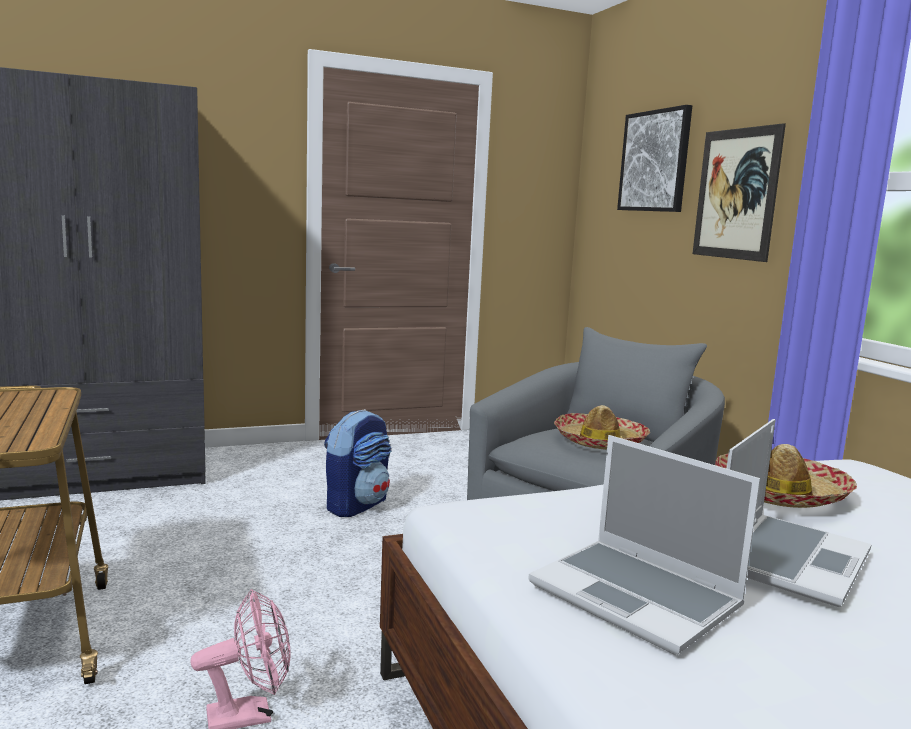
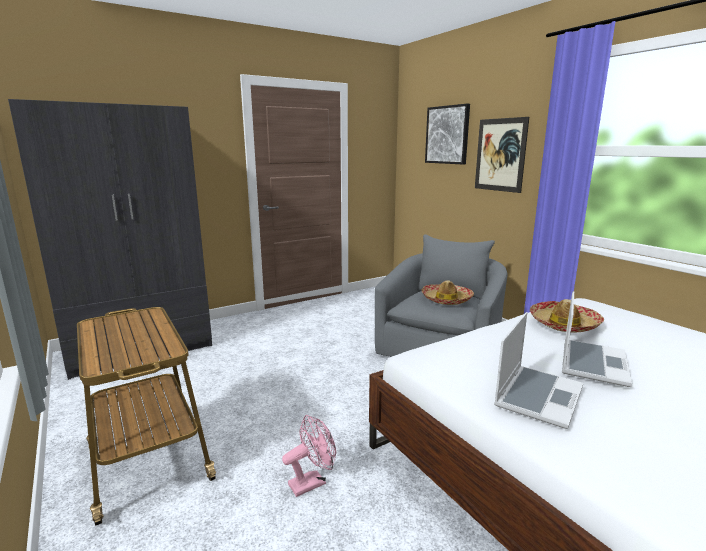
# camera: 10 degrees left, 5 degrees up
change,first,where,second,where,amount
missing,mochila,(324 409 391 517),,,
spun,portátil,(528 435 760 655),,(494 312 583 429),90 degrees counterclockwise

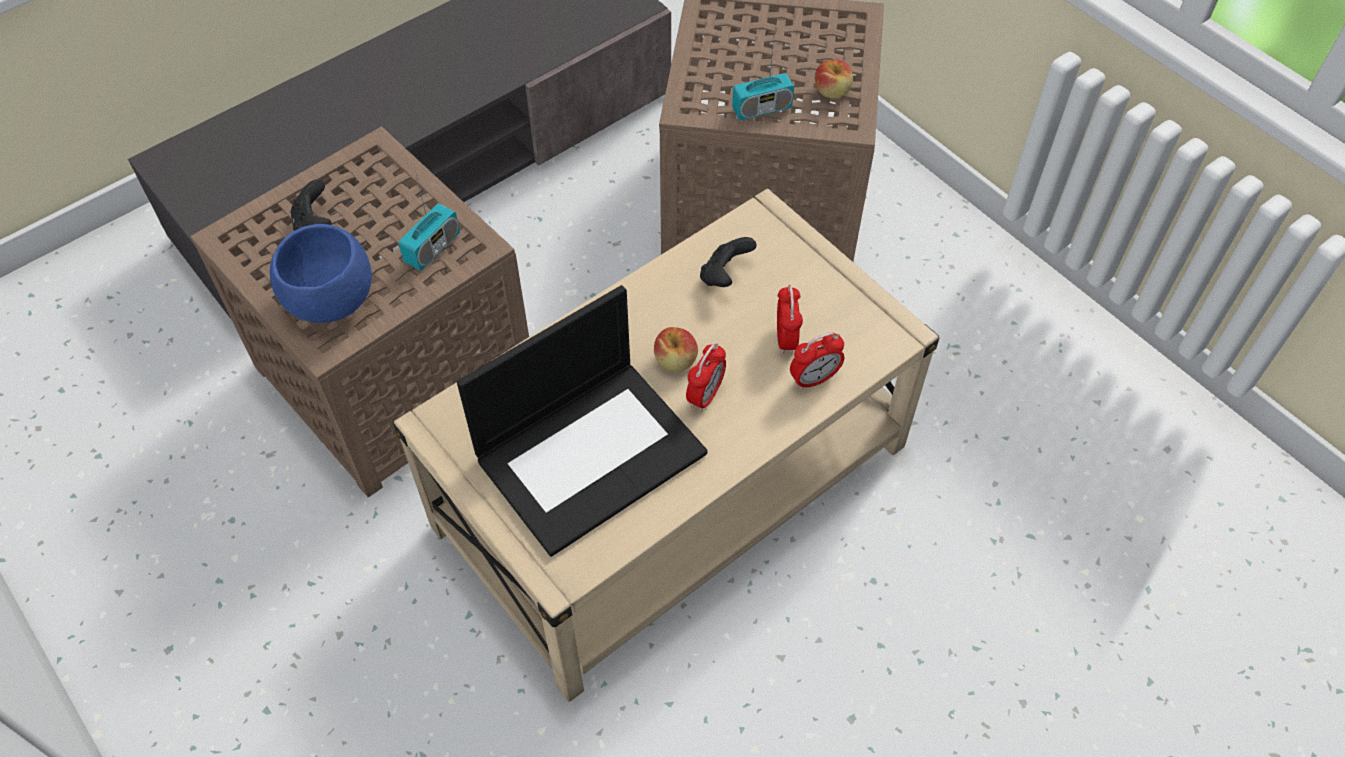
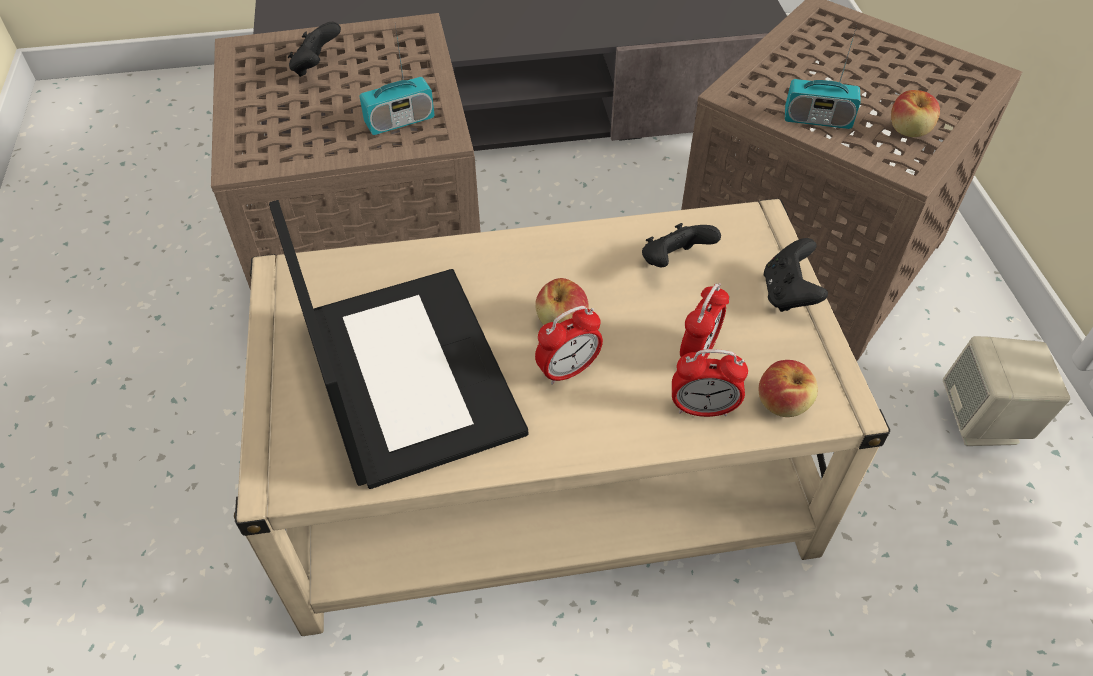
# camera: 30 degrees right, 5 degrees down
change,first,where,second,where,amount
missing,cuenco [azul],(270 224 372 323),,,
spun,portátil,(457 285 707 557),,(269 200 528 489),105 degrees counterclockwise
appeared,,,mando de consola [negro],(764 238 828 312),
appeared,,,altavoz [beis],(943 336 1070 446),
appeared,,,manzana,(759 360 818 417),

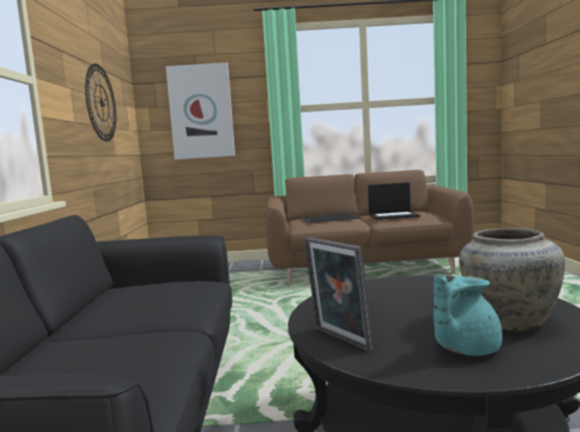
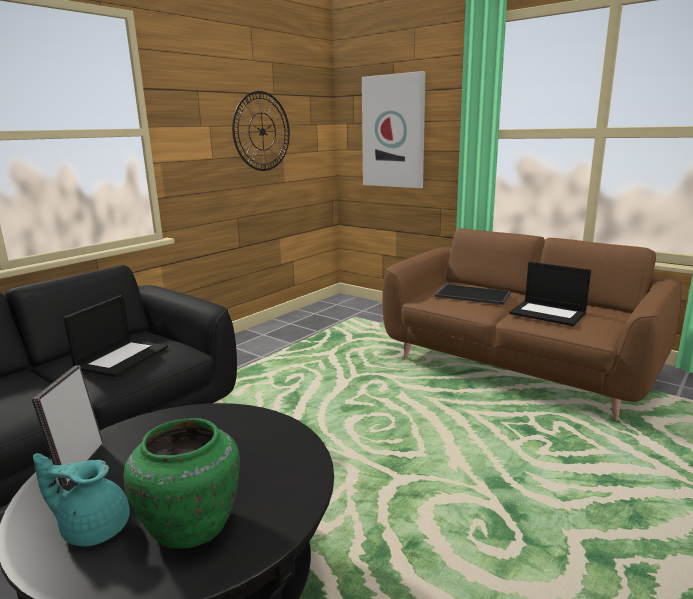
# camera: 40 degrees right, 10 degrees up
change,first,where,second,where,amount
colour,florero [beis],(459 228 565 331),florero [verde],(124 418 240 549),
appeared,,,portátil,(63 295 168 377),

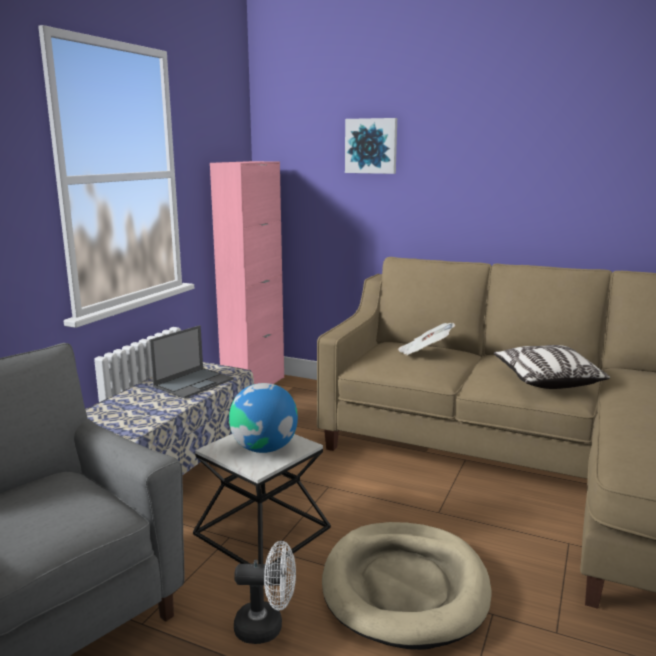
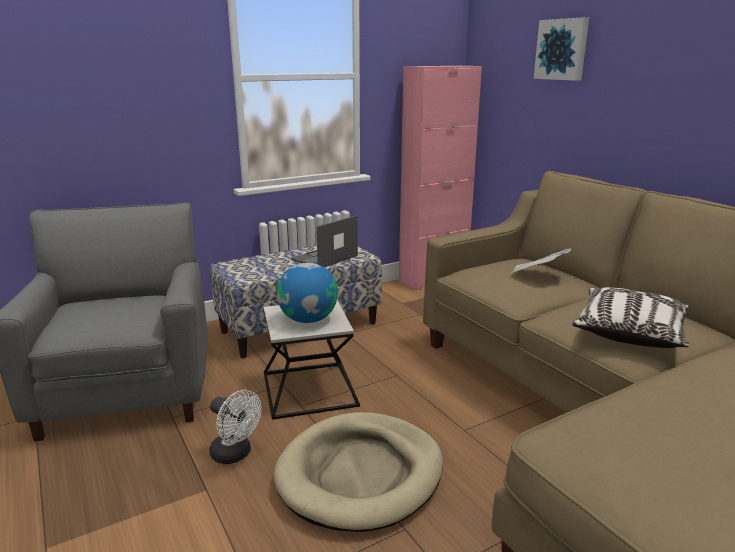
# camera: 35 degrees right, 5 degrees up
change,first,where,second,where,amount
spun,portátil,(149 325 234 398),,(291 215 358 267),150 degrees clockwise

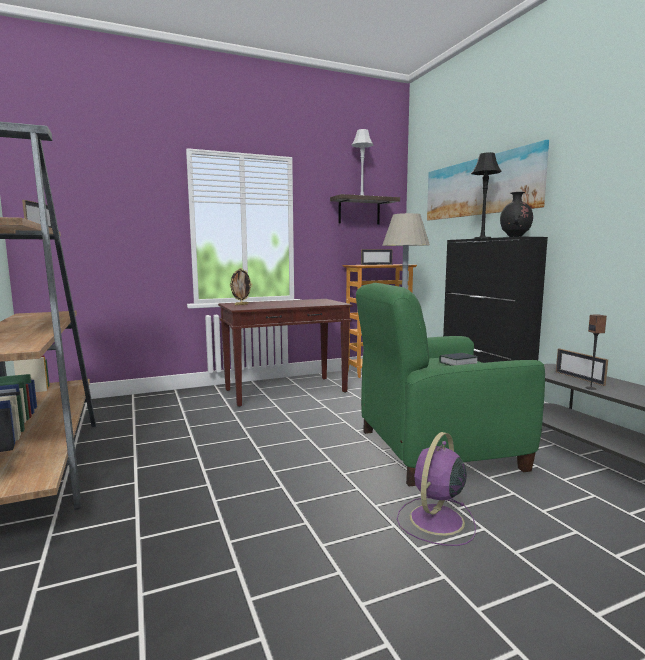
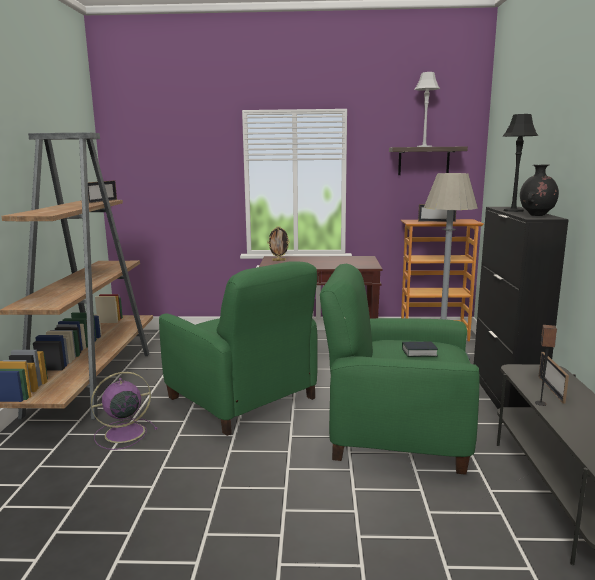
# camera: 25 degrees right, 5 degrees up
change,first,where,second,where,amount
missing,cuadro,(427 140 549 220),,,
relocated,ventilador [morado],(397 432 476 546),,(91 372 158 450),
appeared,,,sillón [verde],(159 261 318 436),

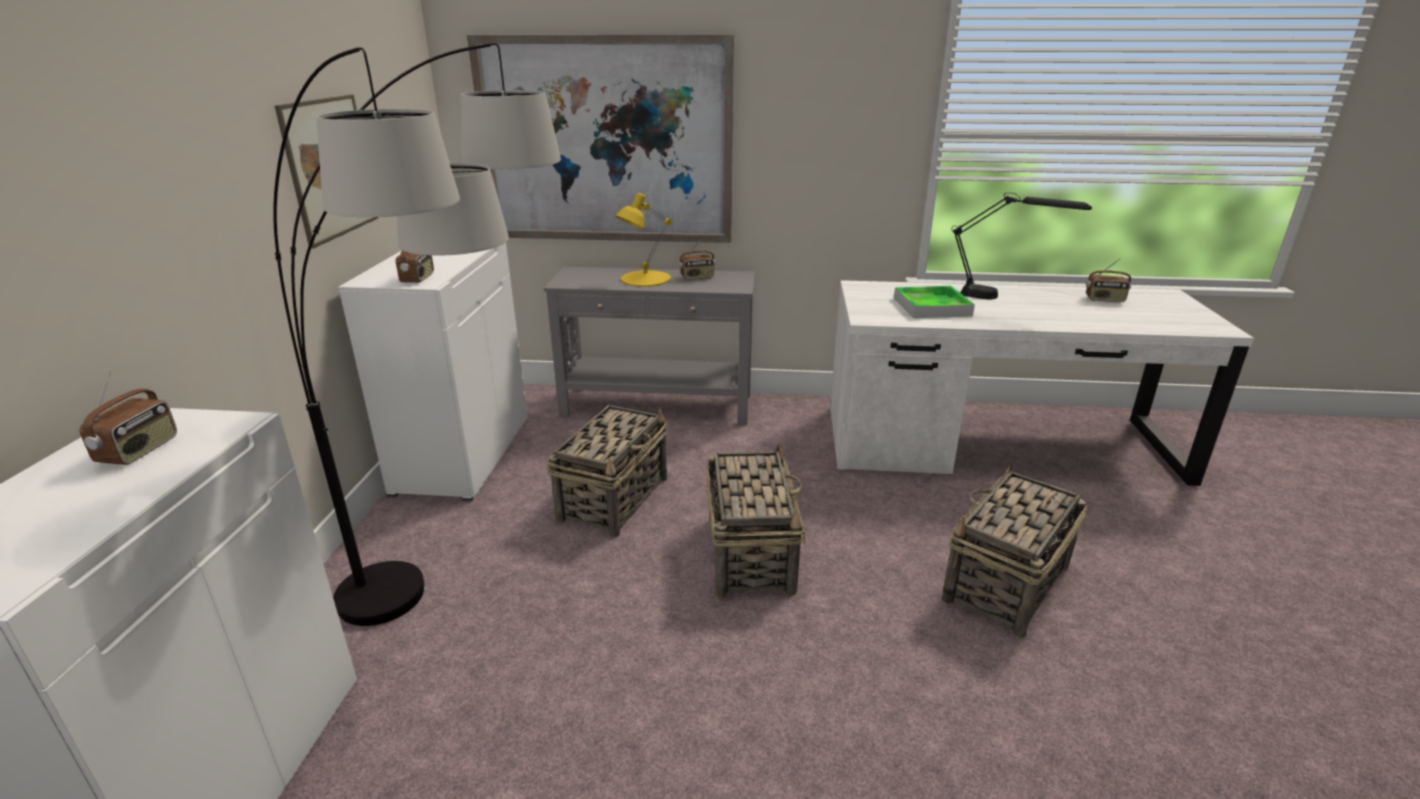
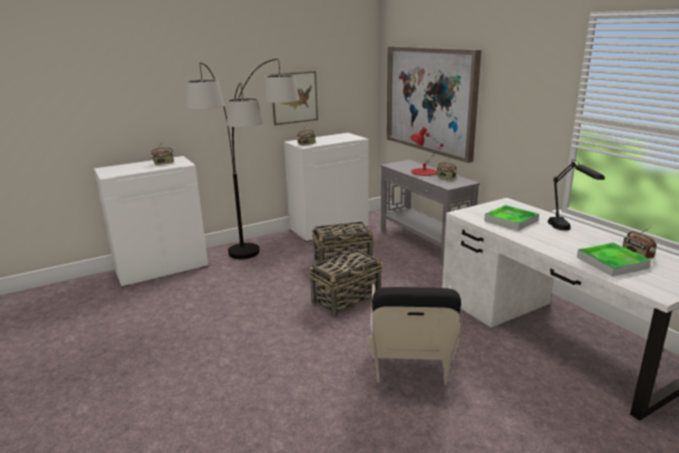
# camera: 55 degrees right, 5 degrees down
change,first,where,second,where,amount
colour,lámpara de mesa [amarillo],(615 193 672 287),lámpara de mesa [rojo],(410 127 443 176),
exchanged,cesta,(942 463 1087 638),sillón [negro],(369 284 461 385),
appeared,,,bandeja,(577 243 651 277),

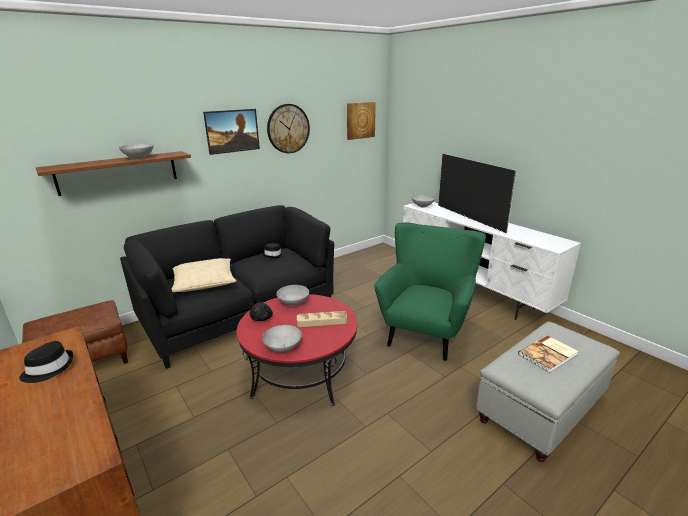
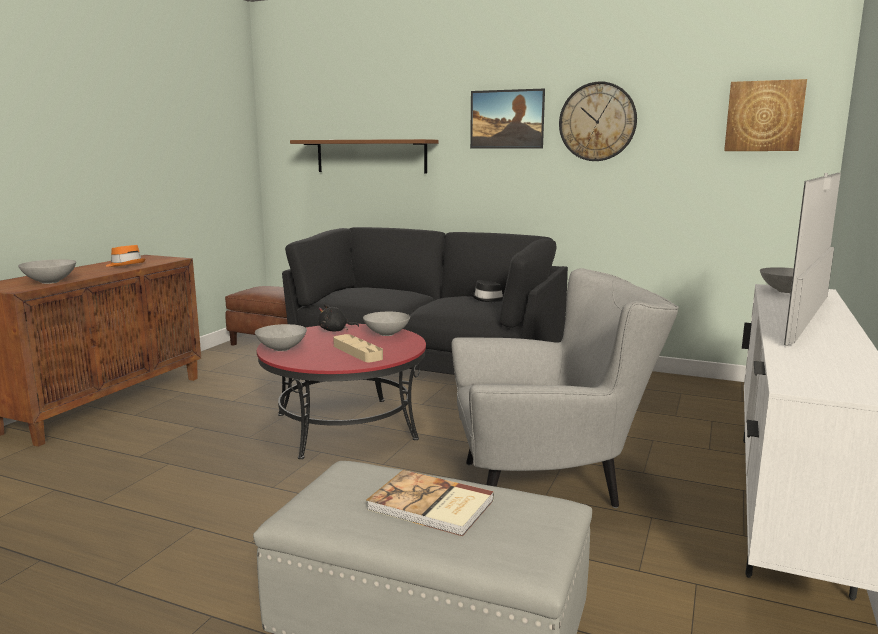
# camera: 60 degrees right, 10 degrees down
change,first,where,second,where,amount
relocated,cuenco [gris],(119 144 154 159),,(18 259 76 284),
colour,sillón [verde],(374 222 486 361),sillón [gris],(451 268 679 508),
missing,cojín [beis],(171 258 237 292),,,
colour,sombrero [negro],(19 341 73 383),sombrero [naranja],(106 245 146 267),

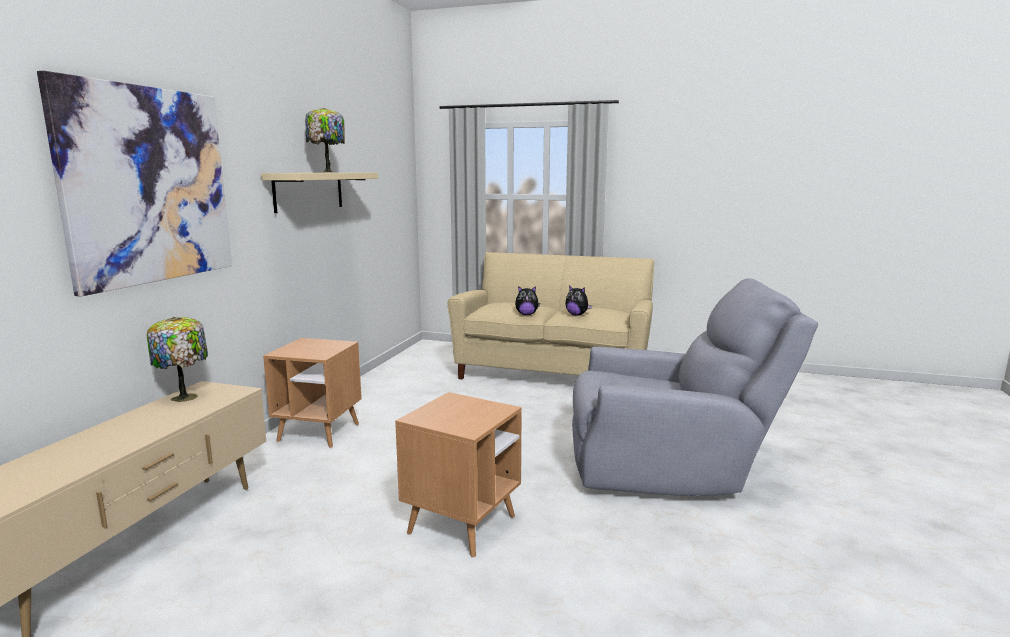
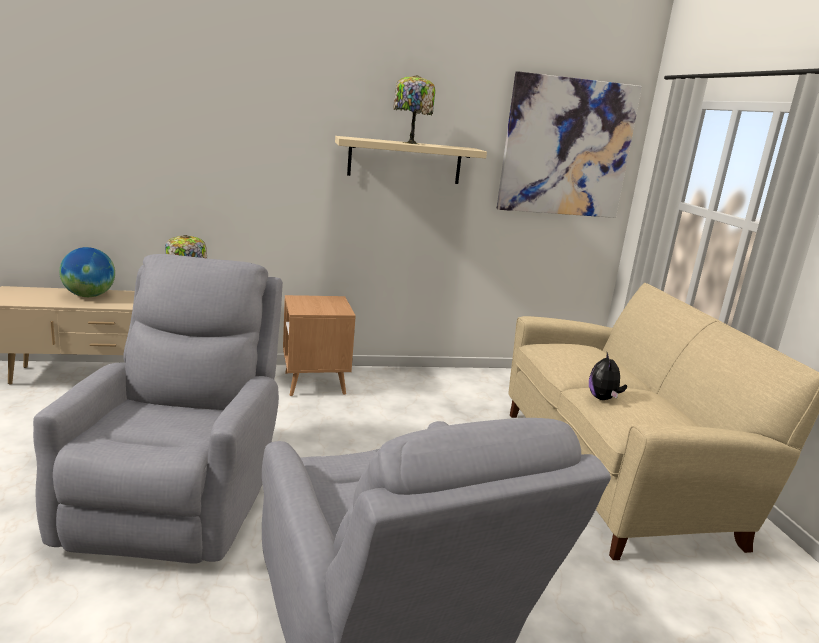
# camera: 60 degrees right, 5 degrees up
change,first,where,second,where,amount
relocated,cuadro,(37 71 232 297),,(496 71 642 218),
missing,peluche,(515 286 540 315),,,
exchanged,mesa auxiliar [marrón],(395 392 522 558),sillón [gris],(33 254 283 564),
appeared,,,globo terráqueo,(59 247 115 297),

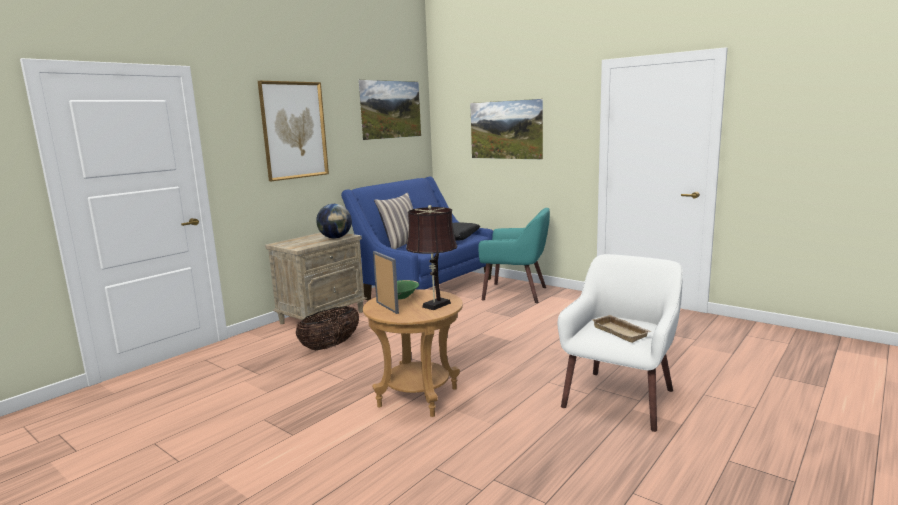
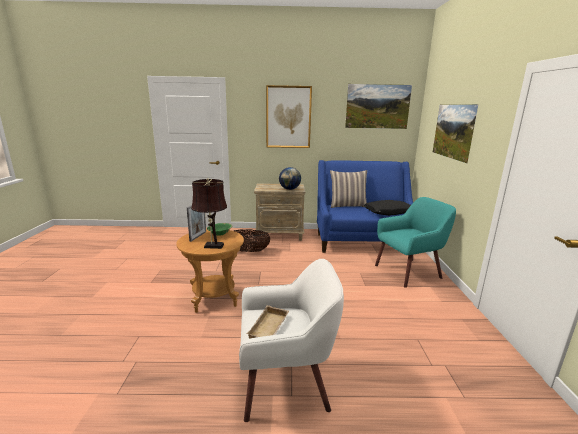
# camera: 50 degrees right, 5 degrees up
change,first,where,second,where,amount
spun,sillón [turquesa],(478 208 550 303),,(375 197 456 288),90 degrees counterclockwise

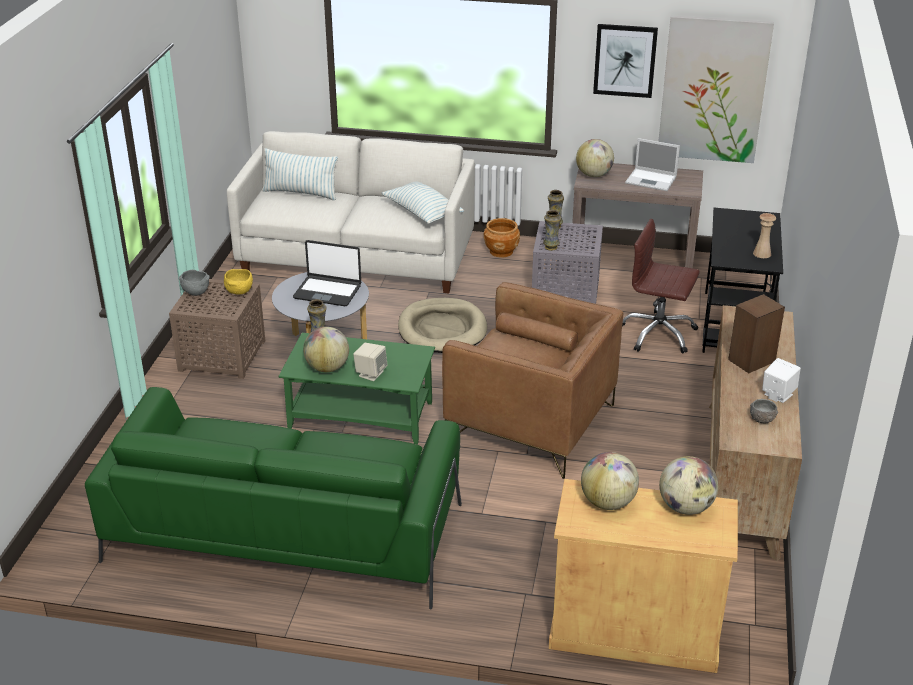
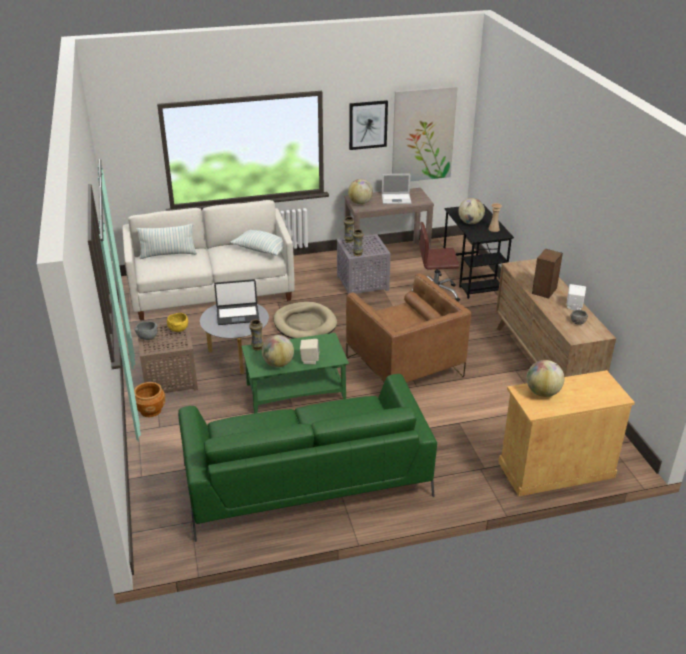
# camera: 25 degrees left, 0 degrees up
change,first,where,second,where,amount
relocated,maceta [marrón],(483 218 520 257),,(134 382 165 417),
spun,sillón [marrón],(442 282 623 479),,(346 273 471 383),60 degrees clockwise
relocated,globo terráqueo,(659 456 718 515),,(458 198 485 224),

